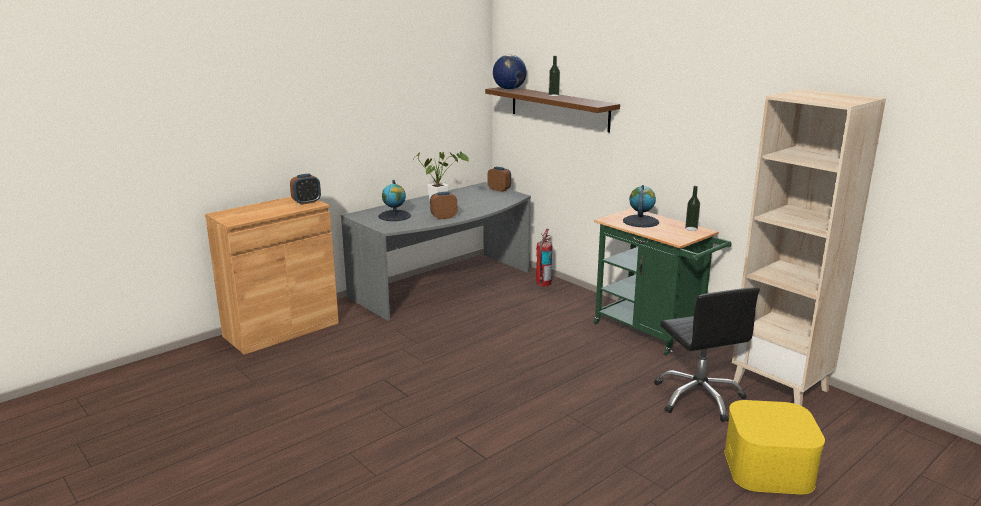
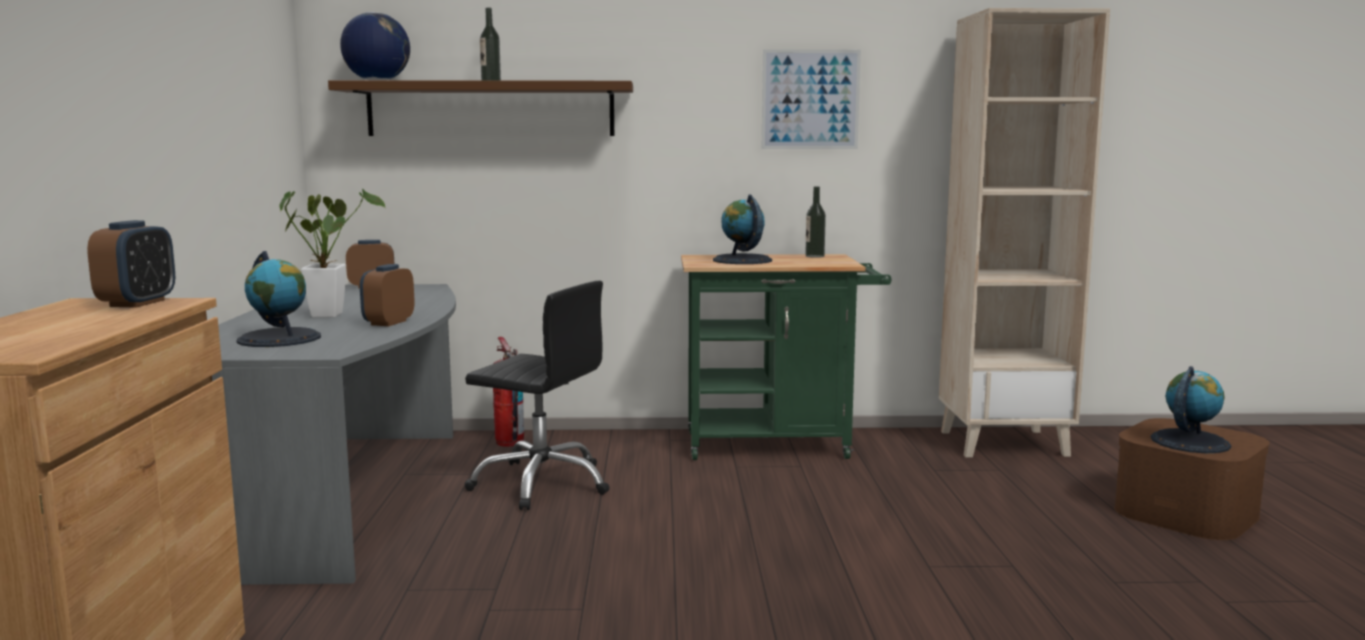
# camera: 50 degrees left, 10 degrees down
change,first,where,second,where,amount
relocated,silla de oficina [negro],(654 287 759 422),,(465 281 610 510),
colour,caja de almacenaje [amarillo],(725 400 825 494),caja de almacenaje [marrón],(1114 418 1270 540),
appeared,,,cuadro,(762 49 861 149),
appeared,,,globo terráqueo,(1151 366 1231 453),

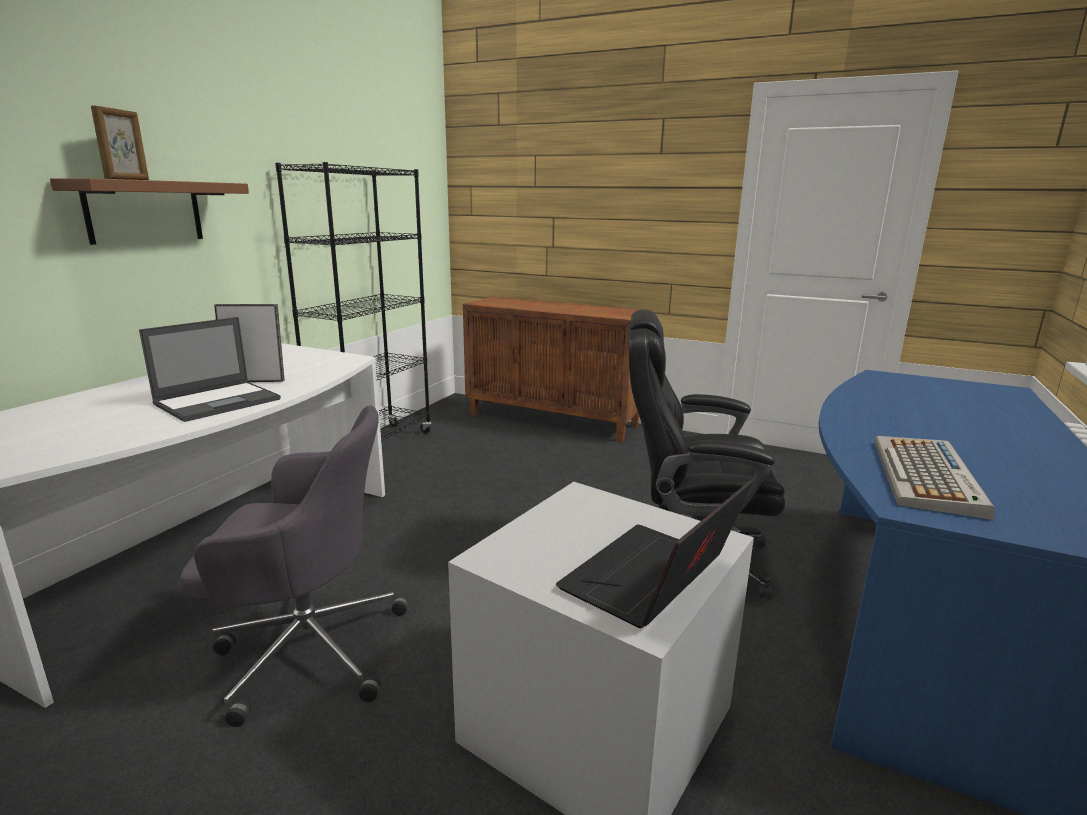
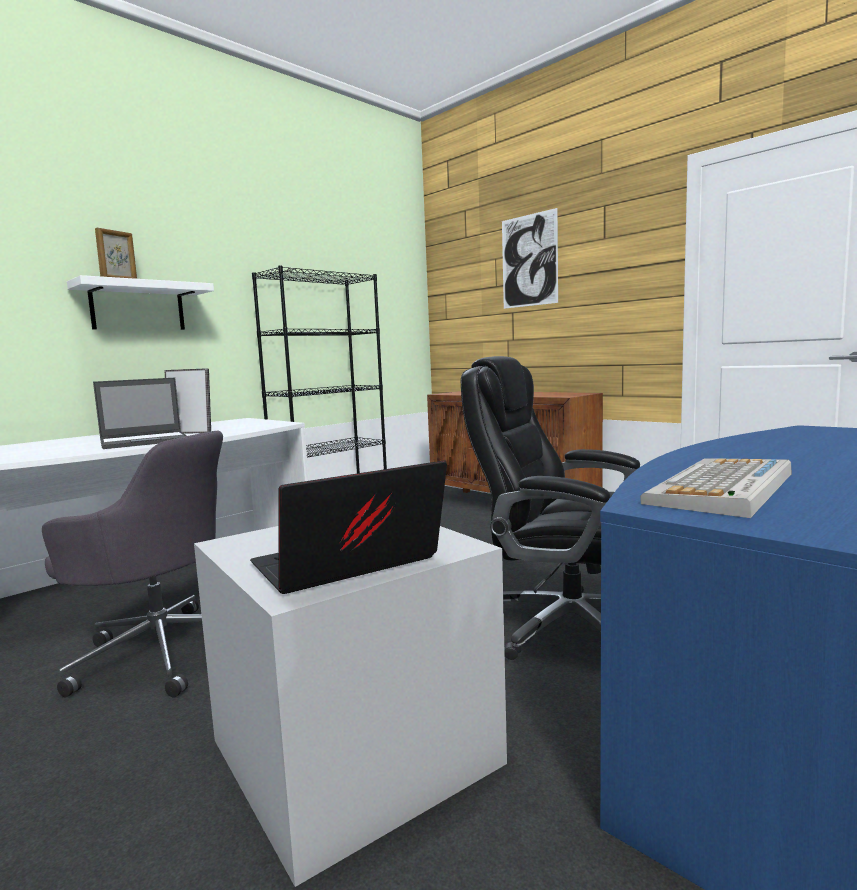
# camera: 20 degrees right, 10 degrees down
change,first,where,second,where,amount
colour,estante [marrón],(50 178 249 245),estante [blanco],(67 275 214 330),
appeared,,,cuadro,(502 208 558 309),

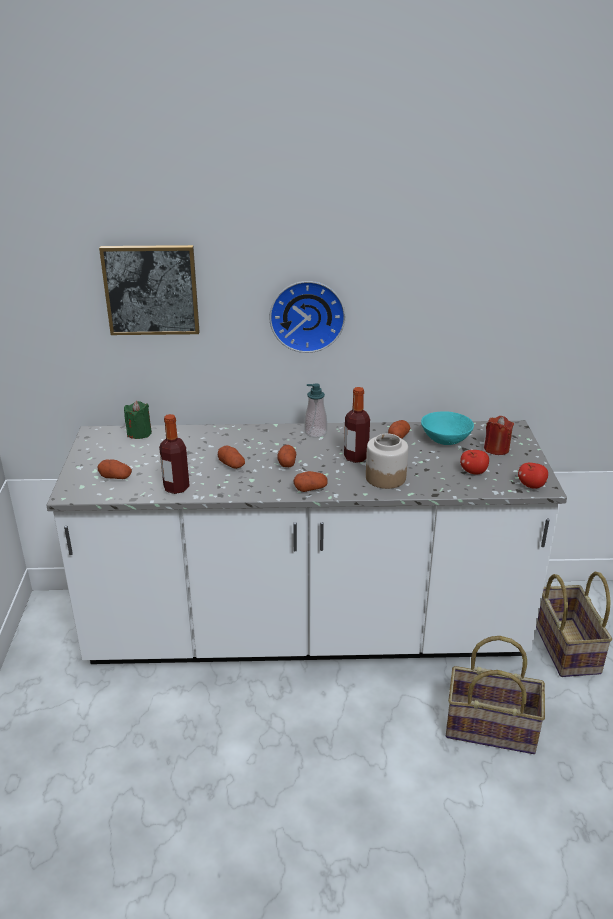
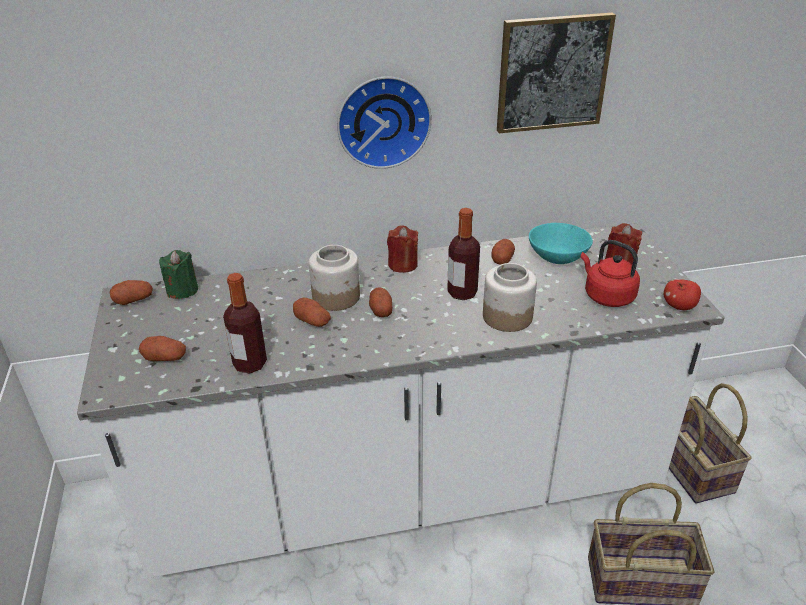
# camera: 10 degrees left, 5 degrees up
change,first,where,second,where,amount
relocated,cuadro,(99 245 200 335),,(497 13 616 133),
exchanged,dispensador de jabón,(304 383 327 438),vela [rojo],(387 225 418 273),
exchanged,manzana,(460 450 489 474),hervidor [rojo],(581 240 640 307),
relocated,patata,(293 471 328 492),,(110 280 153 305),
appeared,,,tarro,(309 245 360 311),

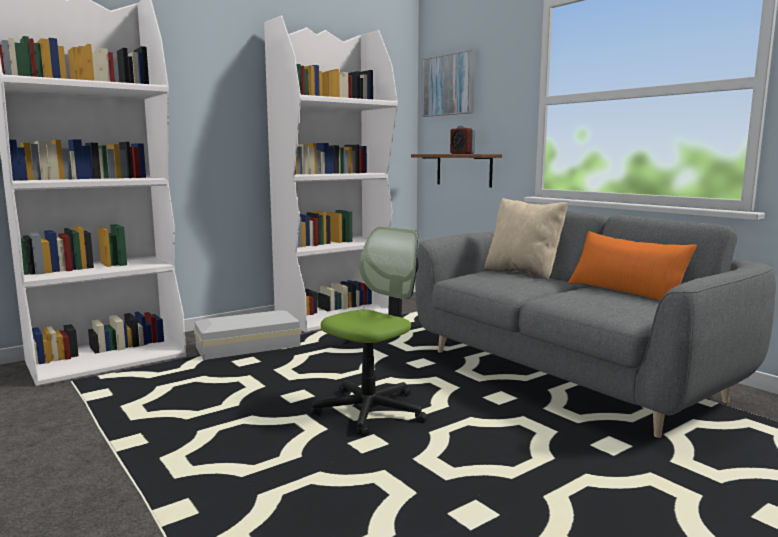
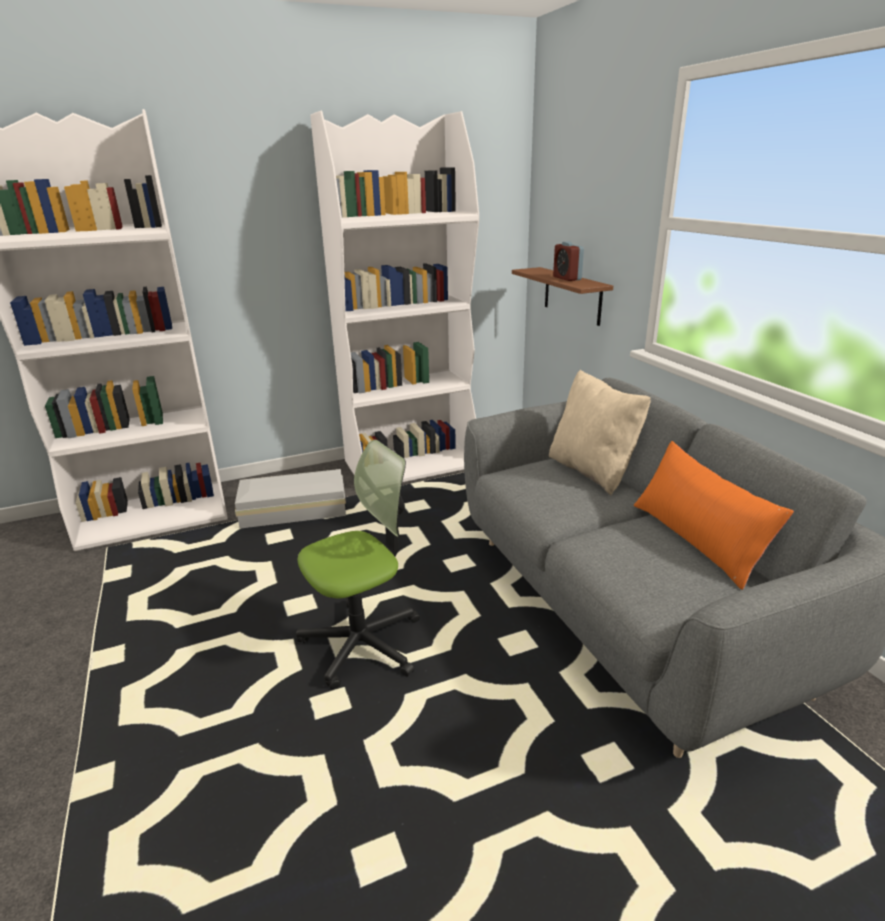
# camera: 15 degrees right, 15 degrees up
change,first,where,second,where,amount
missing,cuadro,(422 49 475 117),,,

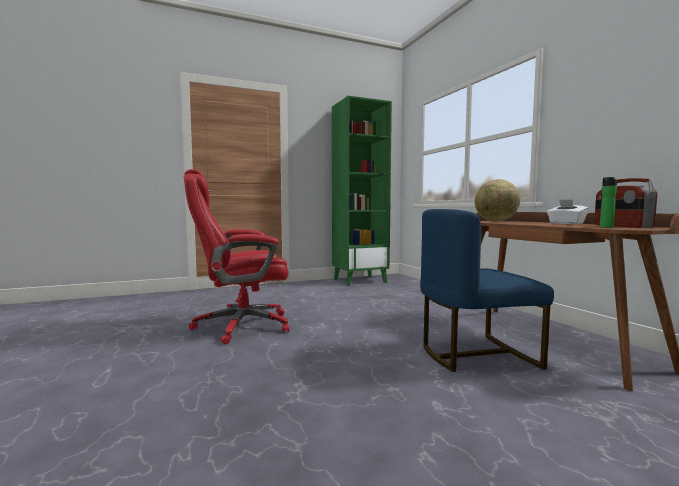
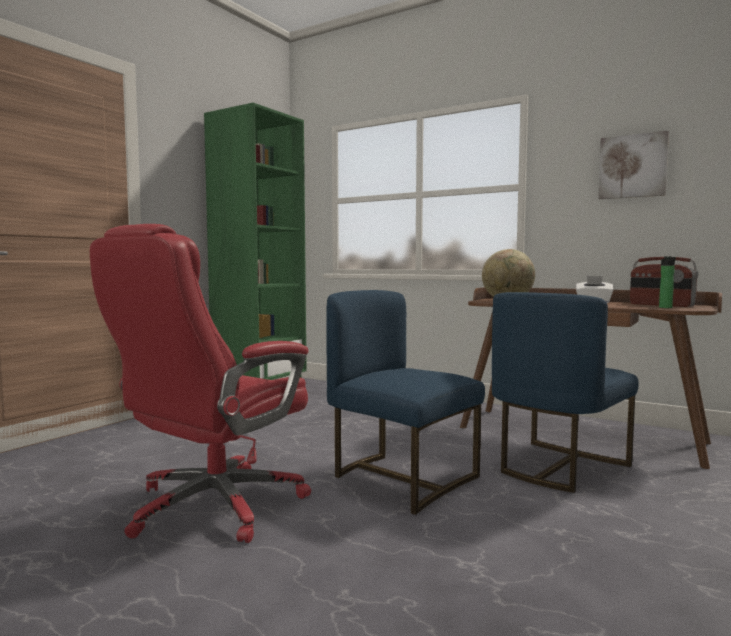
# camera: 35 degrees left, 0 degrees up
change,first,where,second,where,amount
appeared,,,cuadro,(598 131 669 199),
appeared,,,silla [azul],(326 290 485 515),

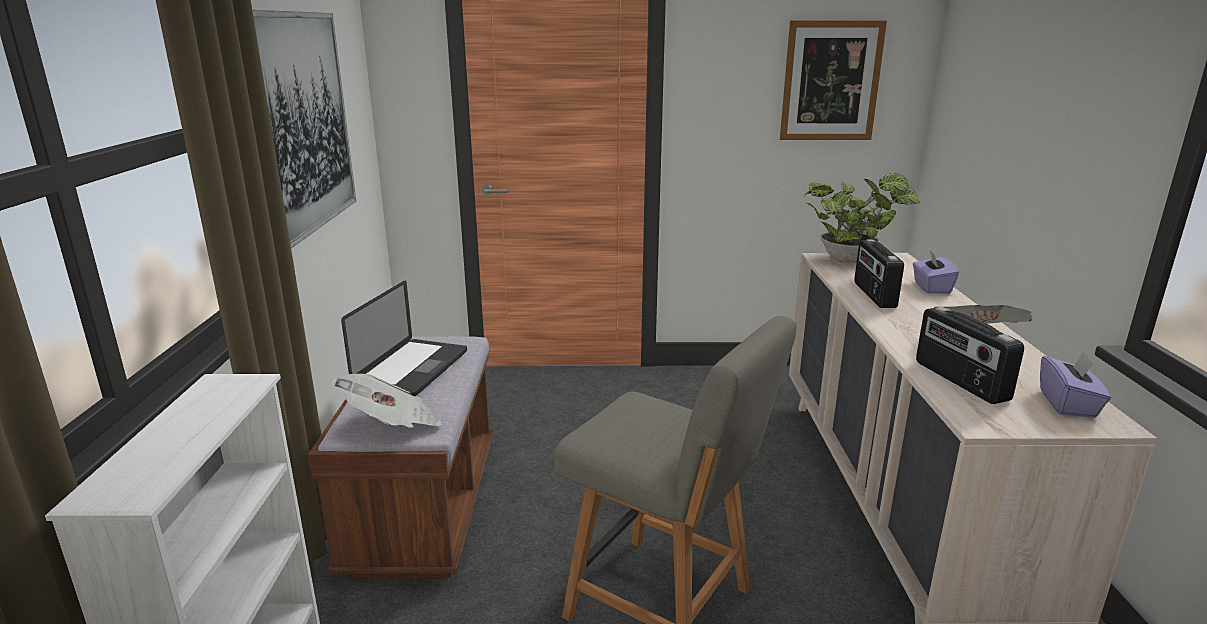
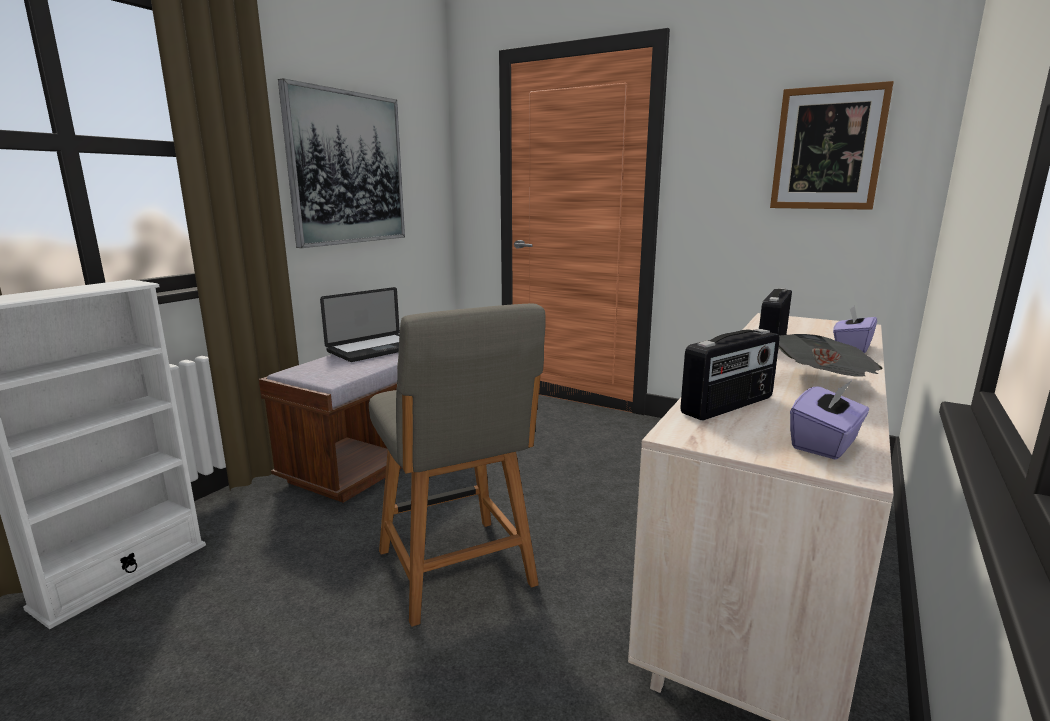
# camera: 30 degrees right, 5 degrees down
change,first,where,second,where,amount
missing,planta en maceta,(805 173 920 263),,,
spun,radio,(916 307 1024 404),,(680 329 780 420),135 degrees counterclockwise
missing,periódico,(330 374 443 428),,,

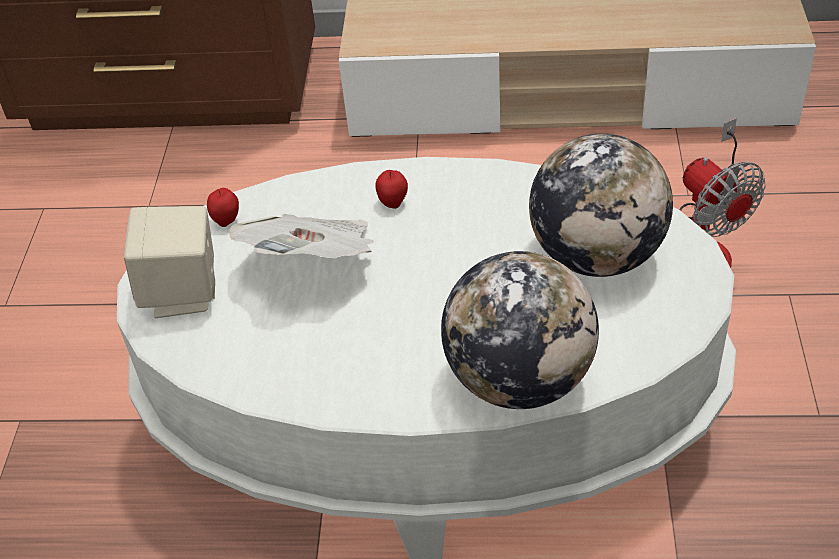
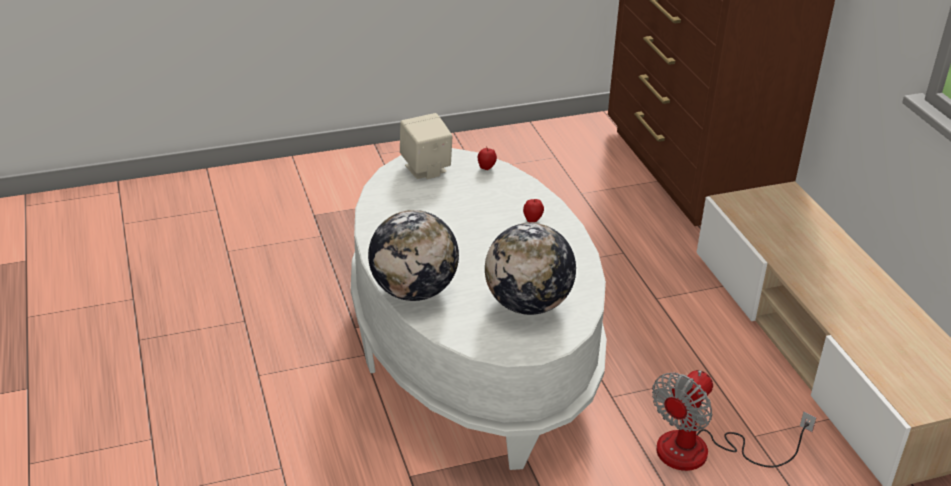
# camera: 65 degrees right, 10 degrees down
change,first,where,second,where,amount
missing,periódico,(229 214 374 258),,,

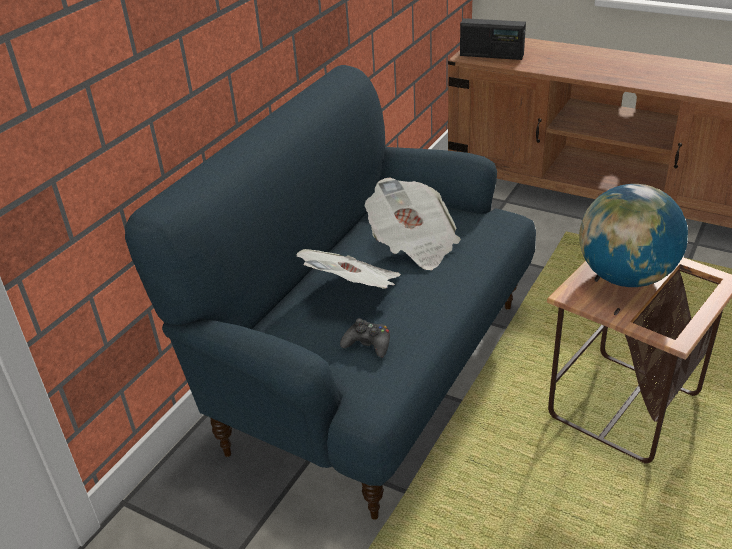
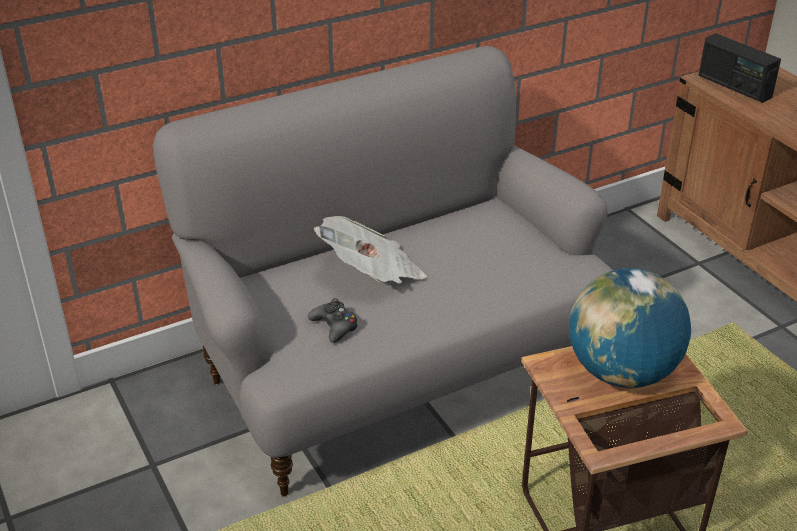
# camera: 30 degrees right, 0 degrees up
change,first,where,second,where,amount
colour,sofá [azul],(125 65 536 520),sofá [gris],(153 46 613 496),
missing,periódico,(365 178 461 270),,,

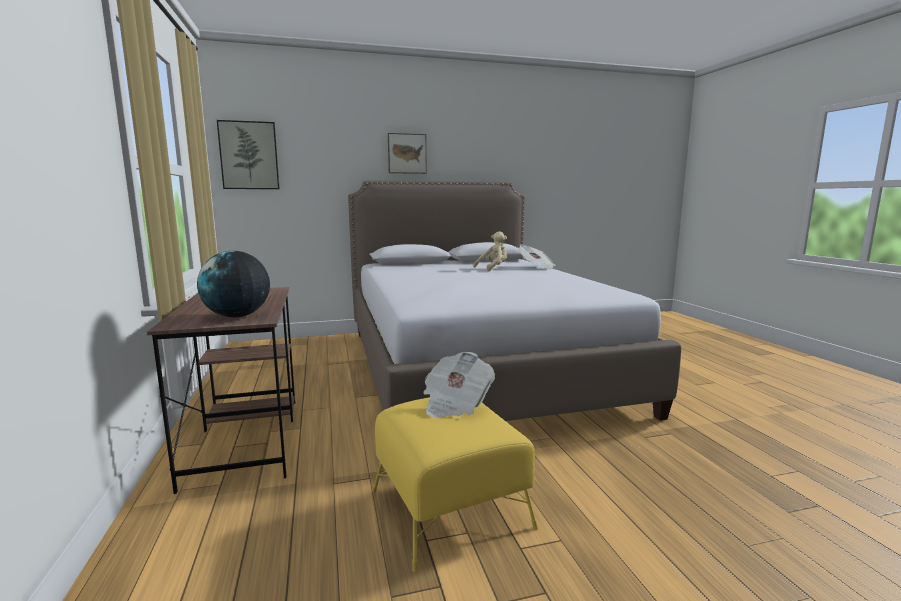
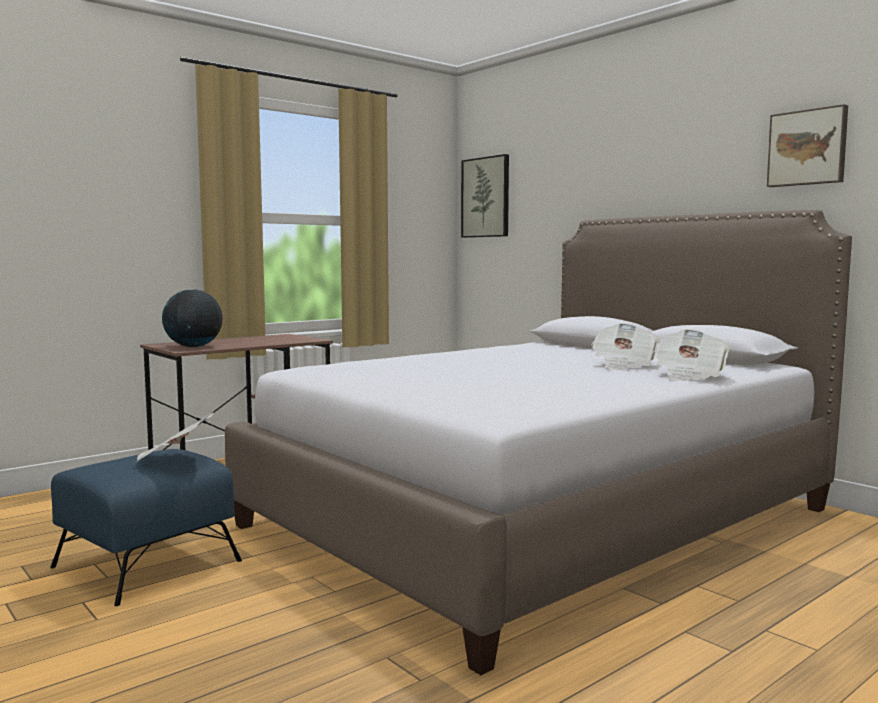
# camera: 65 degrees right, 5 degrees down
change,first,where,second,where,amount
relocated,cuadro,(388 133 427 174),,(767 104 848 187),
exchanged,peluche [beis],(473 231 507 272),periódico,(591 323 660 370),
colour,puf [amarillo],(372 397 538 572),puf [azul],(50 449 242 606),

